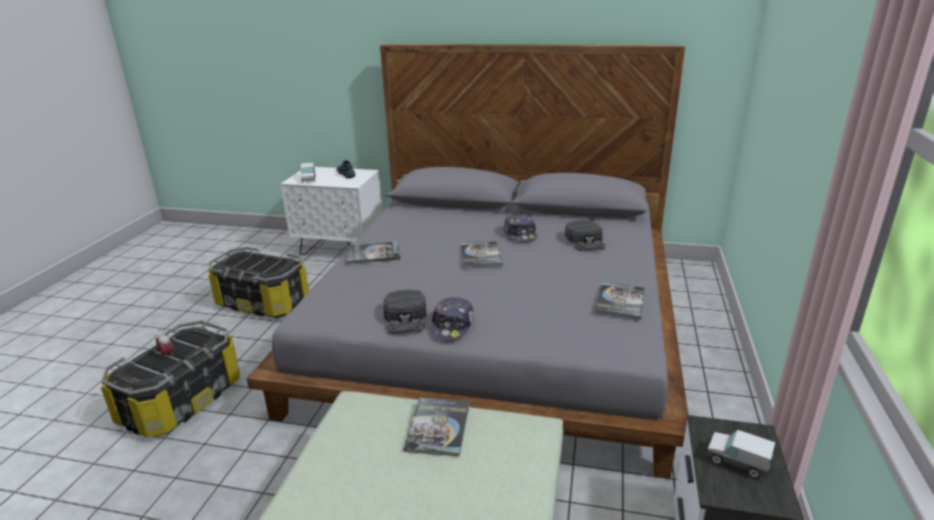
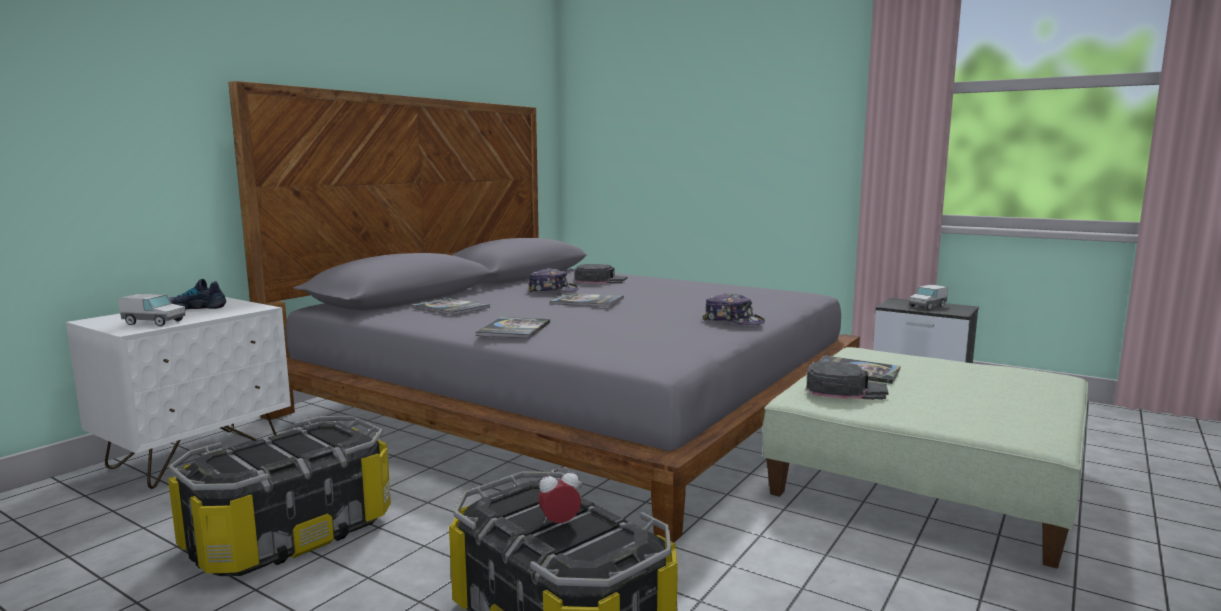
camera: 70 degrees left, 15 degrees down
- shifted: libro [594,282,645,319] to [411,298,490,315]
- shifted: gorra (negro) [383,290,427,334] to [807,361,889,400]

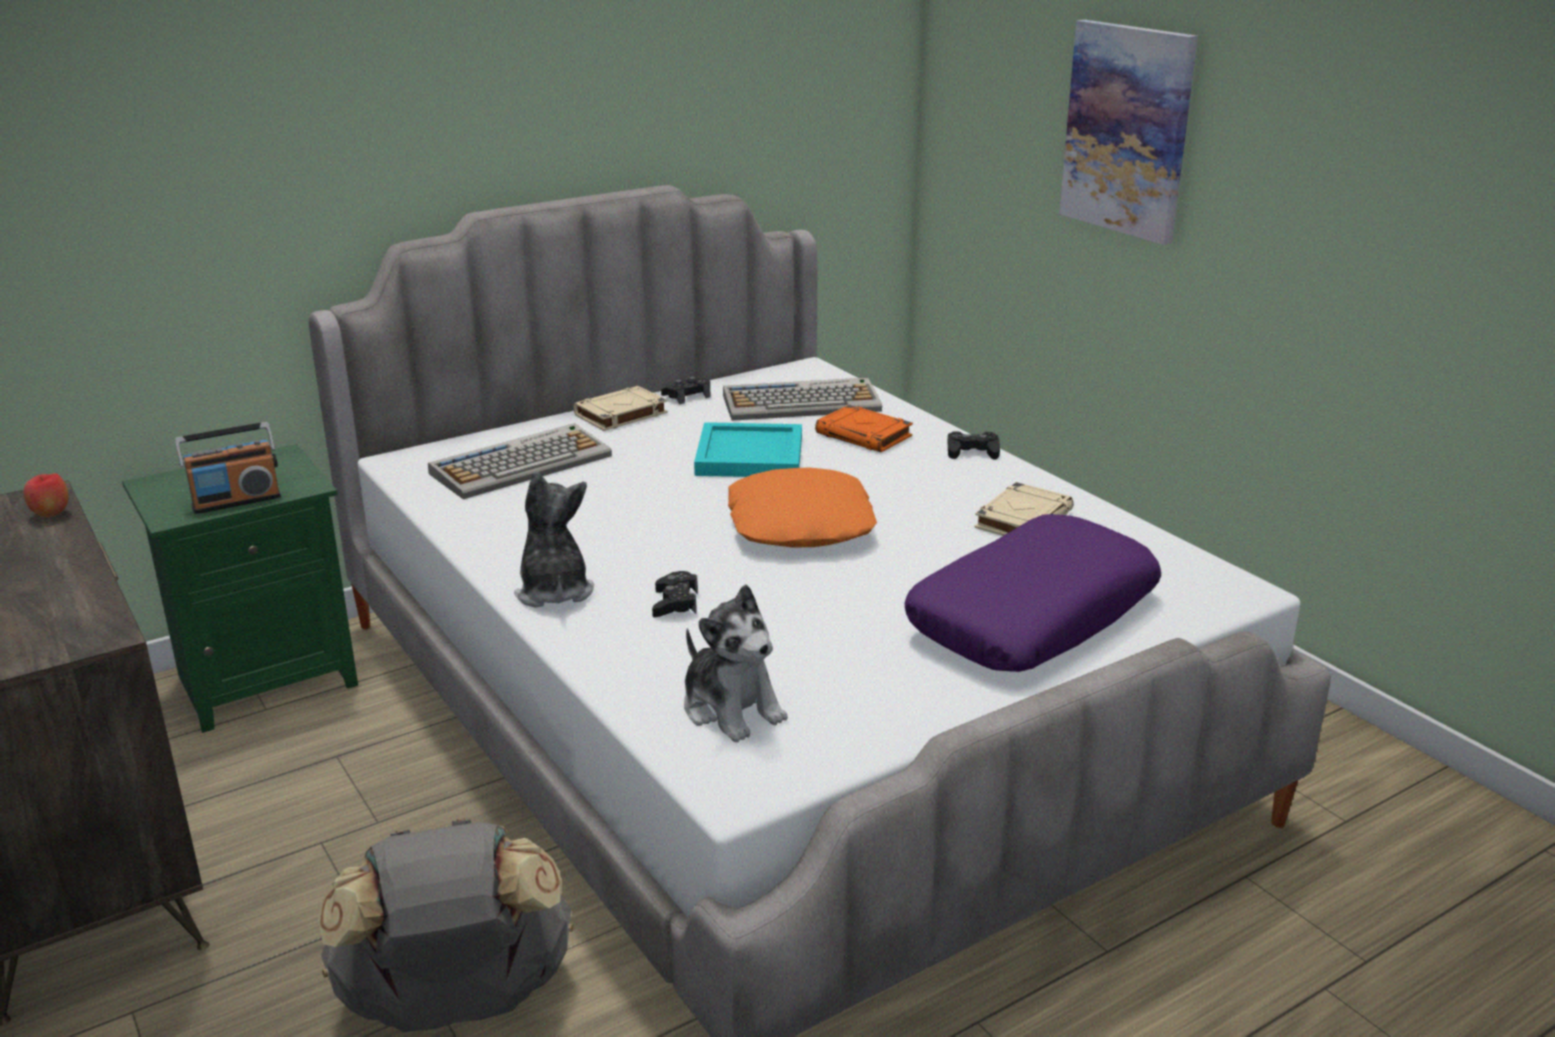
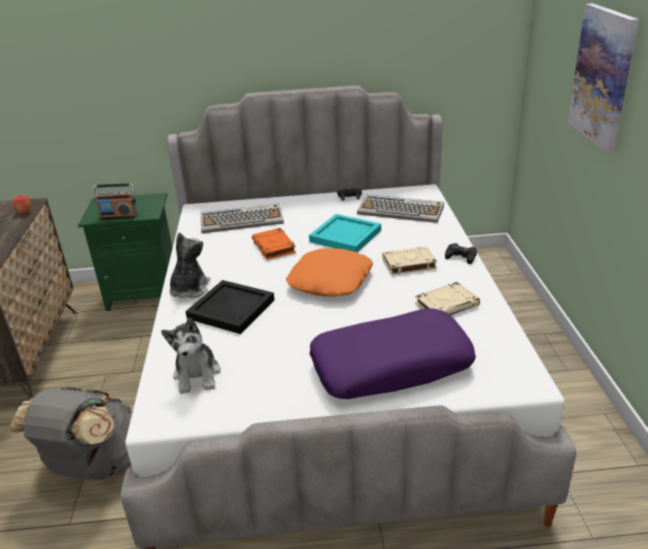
camera: 30 degrees right, 5 degrees up
- shifted: libro (beis) [573,386,668,431] to [382,246,437,275]
- shifted: libro (naranja) [815,405,913,452] to [252,228,296,260]
- swapped: mando de consola (negro) [652,571,698,617] to bandeja (negro) [185,280,274,334]

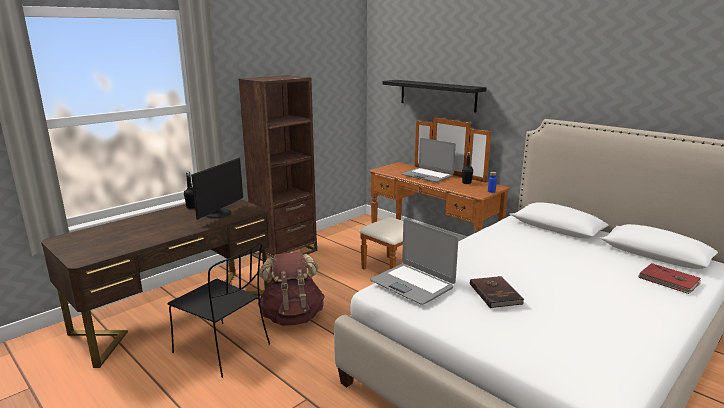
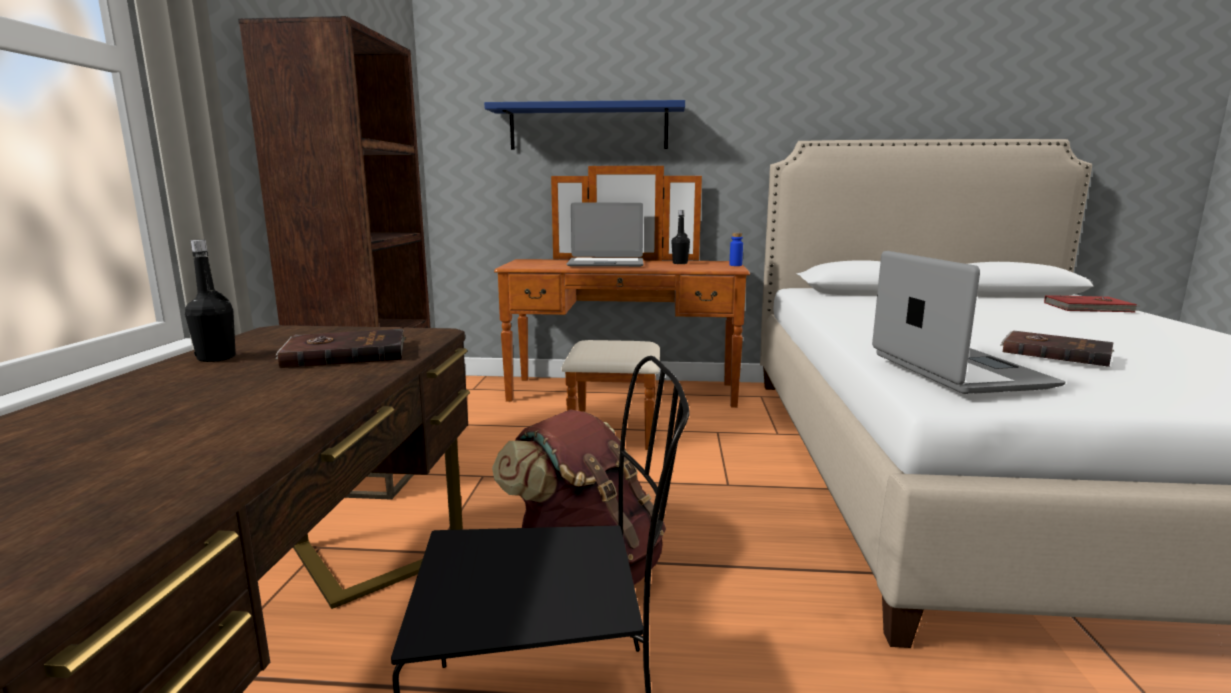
camera: 40 degrees left, 5 degrees down
- repainted: estante (negro) [382,80,487,112] to estante (azul) [484,100,685,150]
- swapped: monitor [191,158,243,220] to libro (marrón) [275,329,406,368]
- rotated: portátil [370,219,459,305] = [872,251,1065,394] 105 degrees counterclockwise

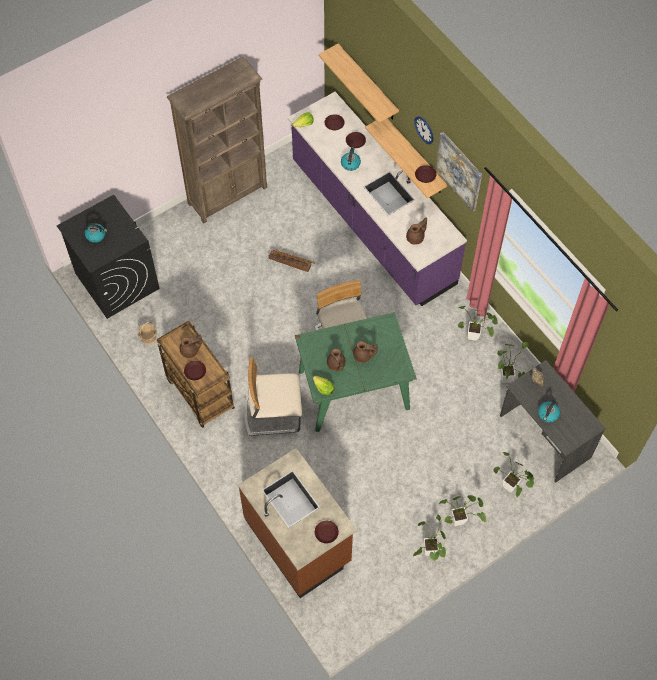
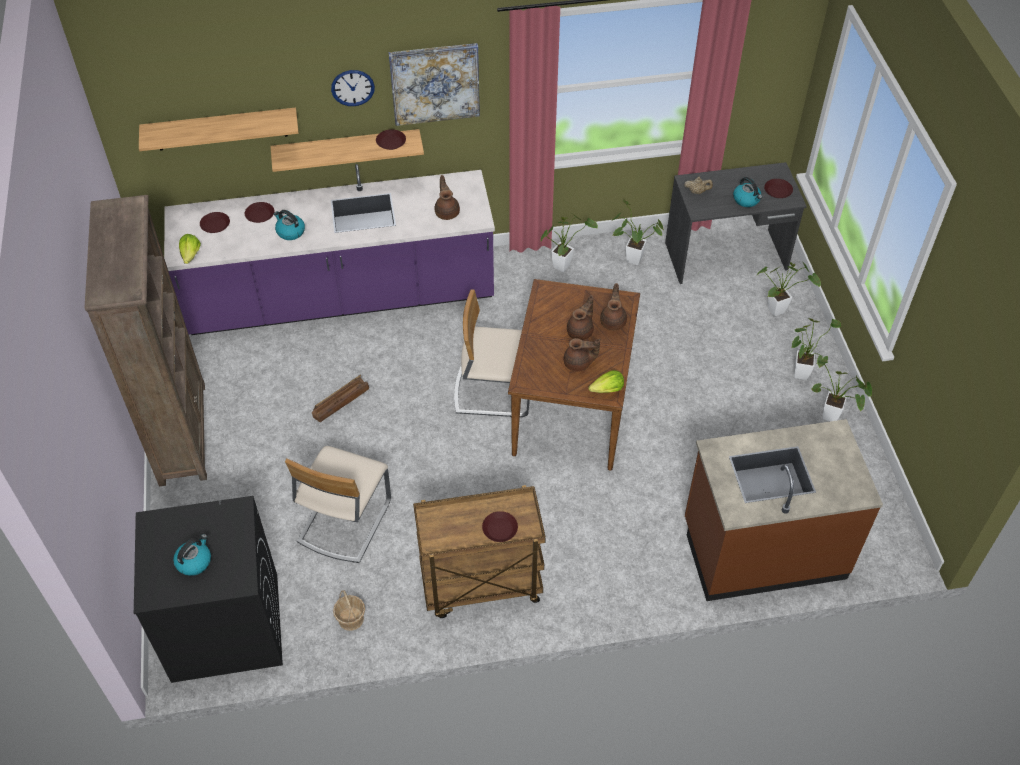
camera: 65 degrees left, 10 degrees down
- repainted: mesa de comedor (verde) [295,312,416,432] to mesa de comedor (marrón) [508,279,640,471]
- shifted: tetera (marrón) [180,334,202,358] to [600,283,627,330]
- shifted: silla (beis) [244,357,302,436] to [285,446,391,563]
- shifted: plato (marrón) [315,521,339,544] to [764,179,793,198]

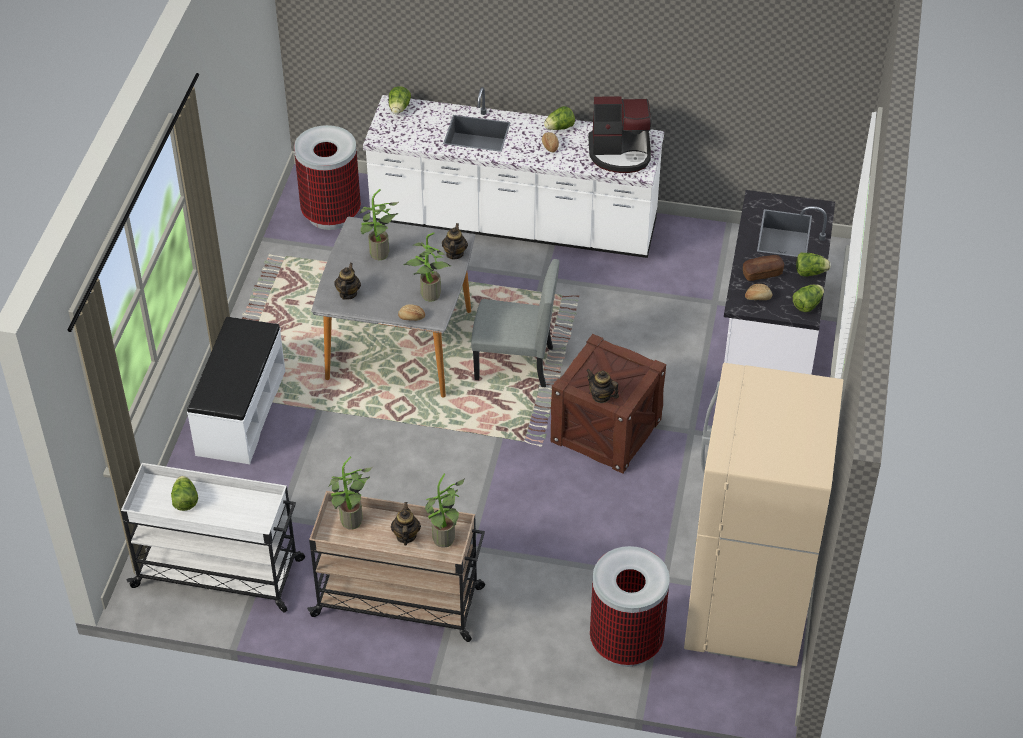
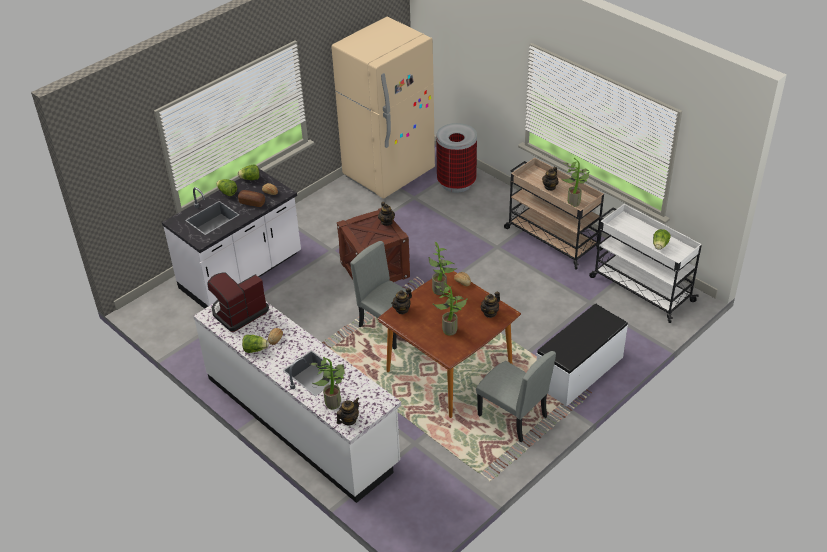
camera: 145 degrees left, 5 degrees down
- swapped: lechuga [388,86,411,114] to tetera [337,397,360,426]
- rotated: cafetera [588,96,651,173] = [207,272,269,332] 75 degrees counterclockwise
- gone: papelera [294,125,361,230]
- repainted: mesa de comedor (gris) [311,217,475,398] to mesa de comedor (marrón) [377,271,521,418]
- shifted: planta en maceta [425,474,465,548] to [311,357,344,409]
- new: silla (gris) [476,351,556,442]

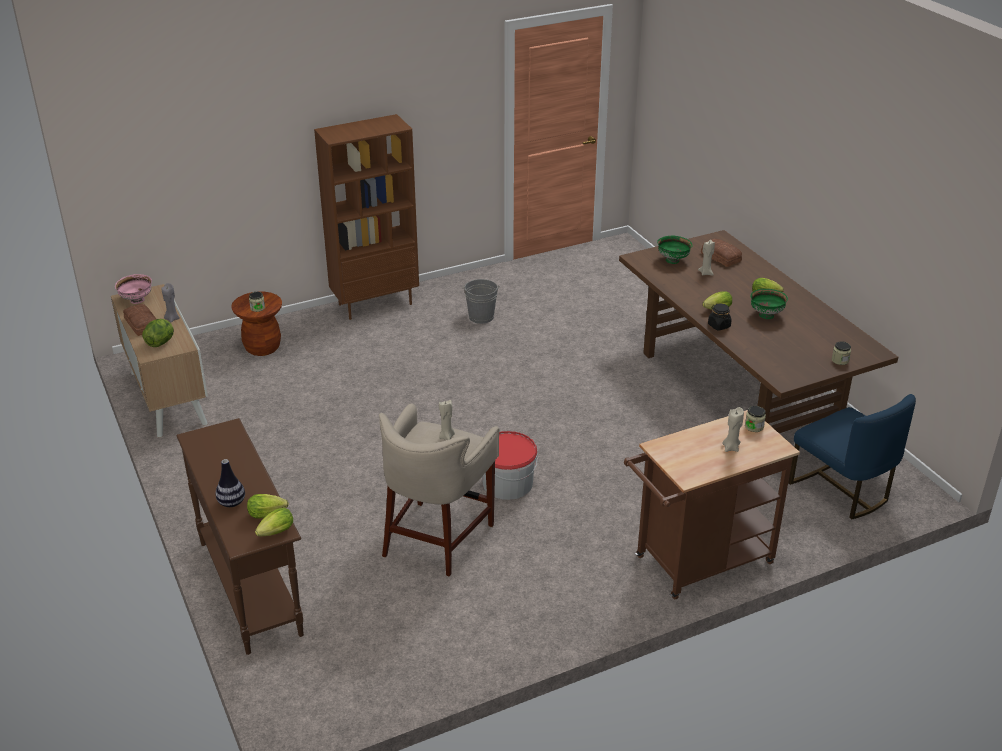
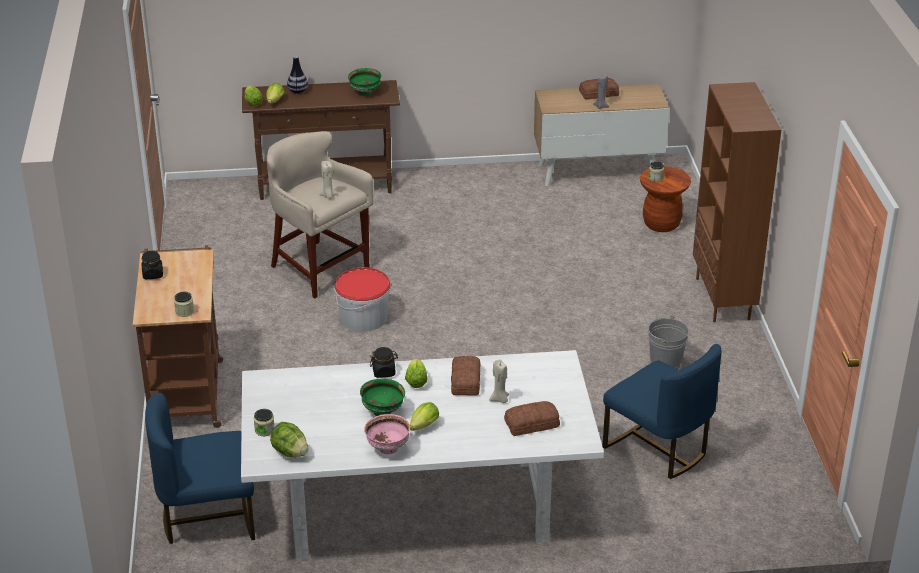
camera: 110 degrees right, 0 degrees up
- repainted: mesa de comedor (marrón) [619,230,899,433] to mesa de comedor (blanco) [241,350,604,560]
- shifted: cuenco (verde) [657,236,692,264] to [348,68,382,96]
- shifted: cuenco (rosa) [115,274,152,304] to [364,414,410,454]
- shifted: lechuga [142,319,174,347] to [270,422,308,458]
- gone: vela (beis) [722,407,744,452]
- new: tarro (negro) [142,251,163,279]
- new: silla (azul) [603,344,721,479]
- new: pan [451,356,480,396]

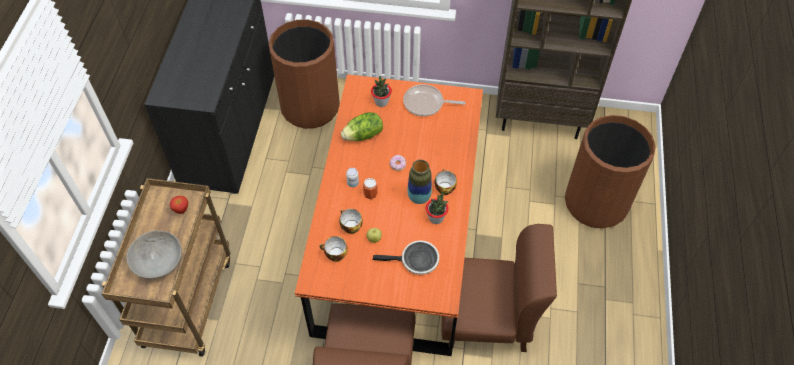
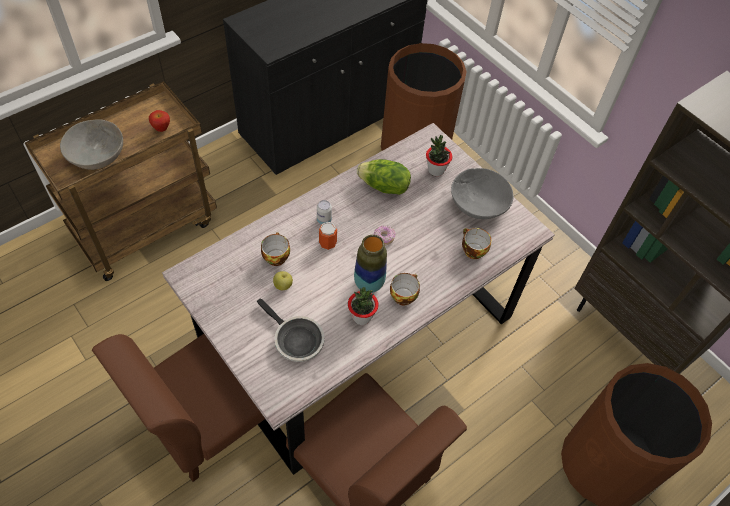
camera: 40 degrees right, 0 degrees up
- repainted: mesa de comedor (naranja) [295,74,483,356] to mesa de comedor (gris) [162,123,555,475]
- swapped: sartén [403,84,465,116] to cuenco (gris) [451,168,513,219]
- shifted: taza [320,236,347,262] to [462,228,491,259]

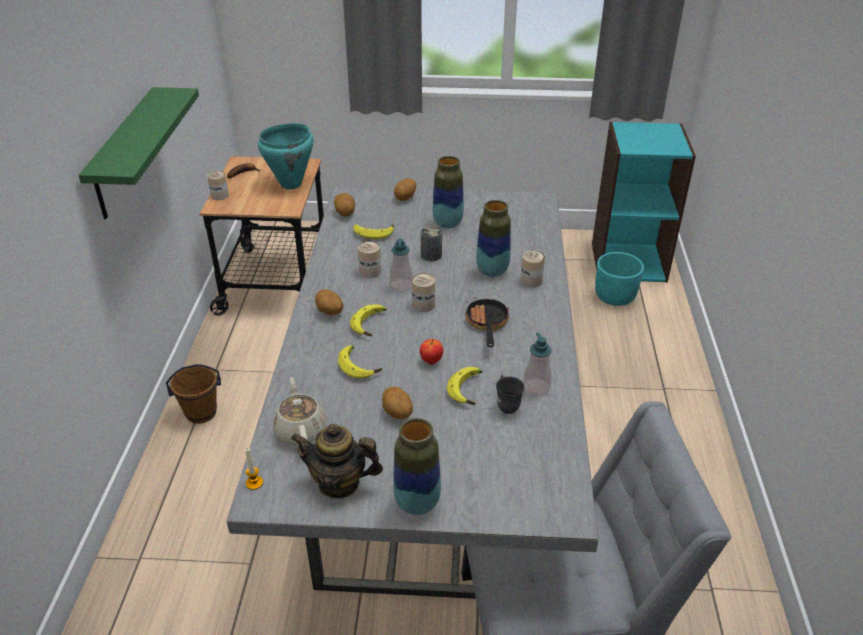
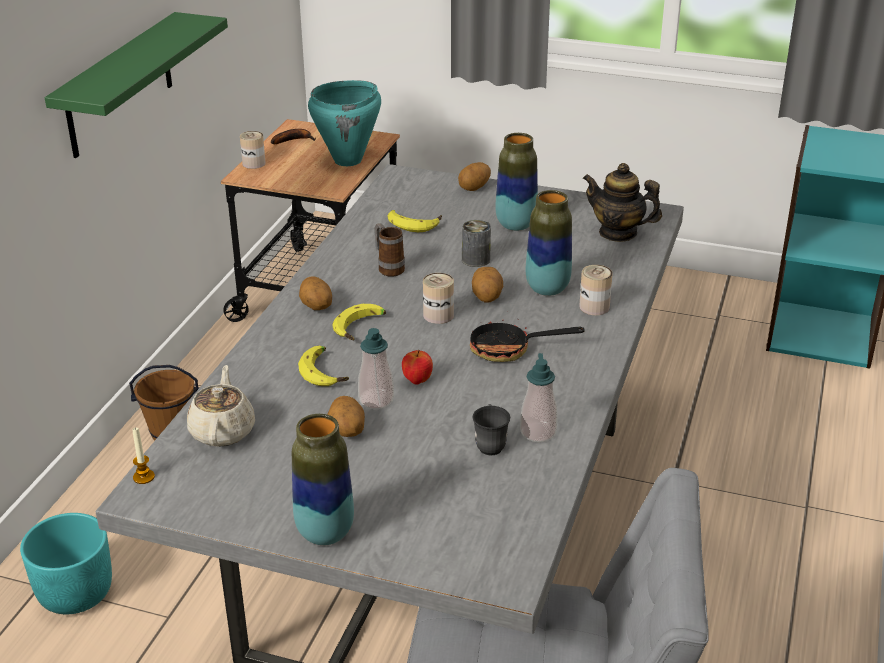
camera: 15 degrees right, 5 degrees down
- shifted: patata [334,193,355,217] to [472,267,503,302]
- shifted: dispensador de jabón [389,238,413,292] to [358,328,394,409]
- swapped: lata [358,241,381,278] to taza grande [375,223,405,277]
- shifted: maceta (turquesa) [595,252,644,306] to [20,513,112,614]
- rotated: sartén [465,297,509,347] = [470,319,585,362] 105 degrees counterclockwise
- gone: plátano [447,367,482,405]
- shifted: tetera [291,424,383,499] to [582,163,662,242]

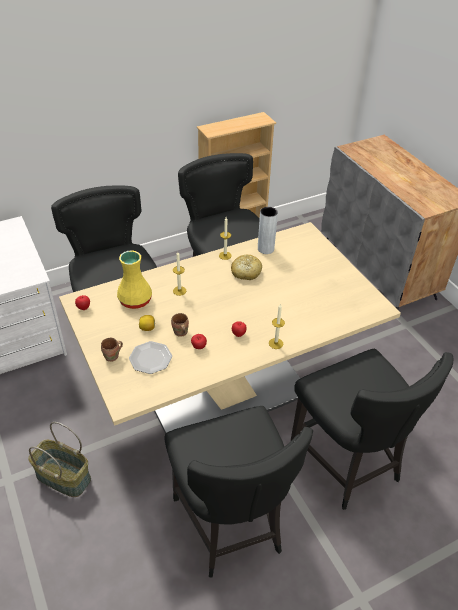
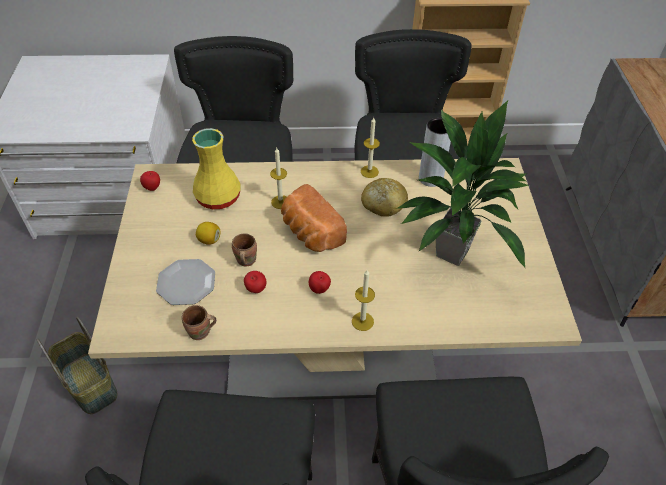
camera: 25 degrees right, 5 degrees up
- shifted: taza grande (marrón) [101,338,123,362] to [182,305,216,340]
- new: planta en maceta [398,100,530,267]
- new: pan [281,184,347,252]

